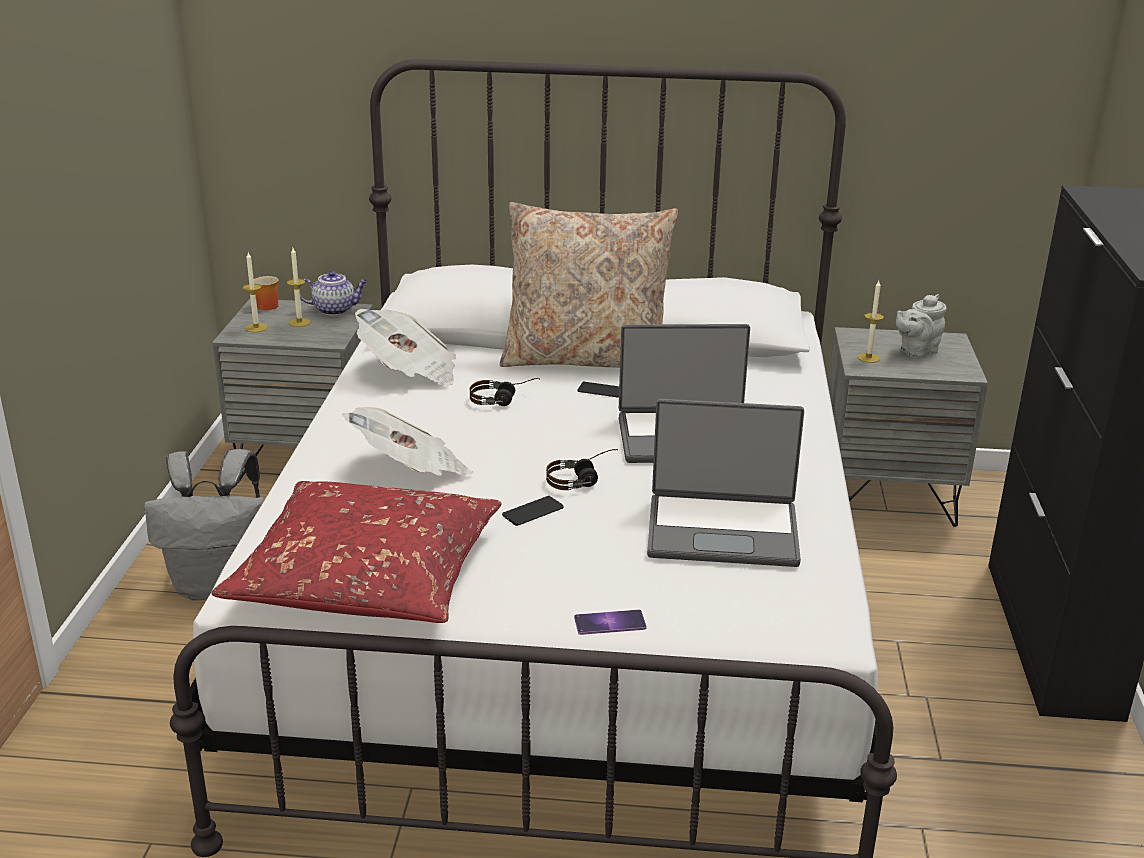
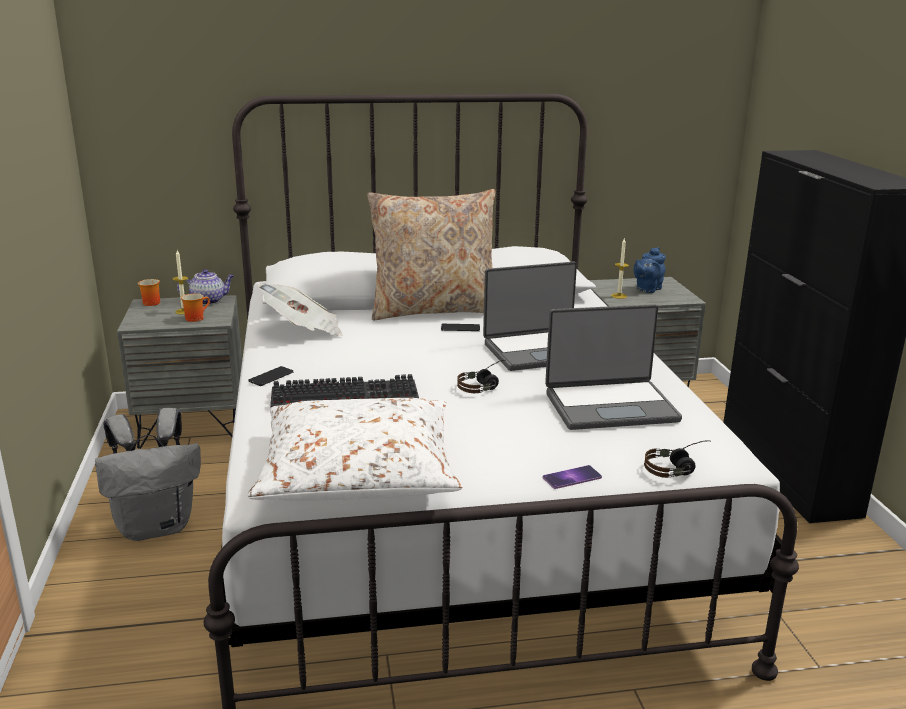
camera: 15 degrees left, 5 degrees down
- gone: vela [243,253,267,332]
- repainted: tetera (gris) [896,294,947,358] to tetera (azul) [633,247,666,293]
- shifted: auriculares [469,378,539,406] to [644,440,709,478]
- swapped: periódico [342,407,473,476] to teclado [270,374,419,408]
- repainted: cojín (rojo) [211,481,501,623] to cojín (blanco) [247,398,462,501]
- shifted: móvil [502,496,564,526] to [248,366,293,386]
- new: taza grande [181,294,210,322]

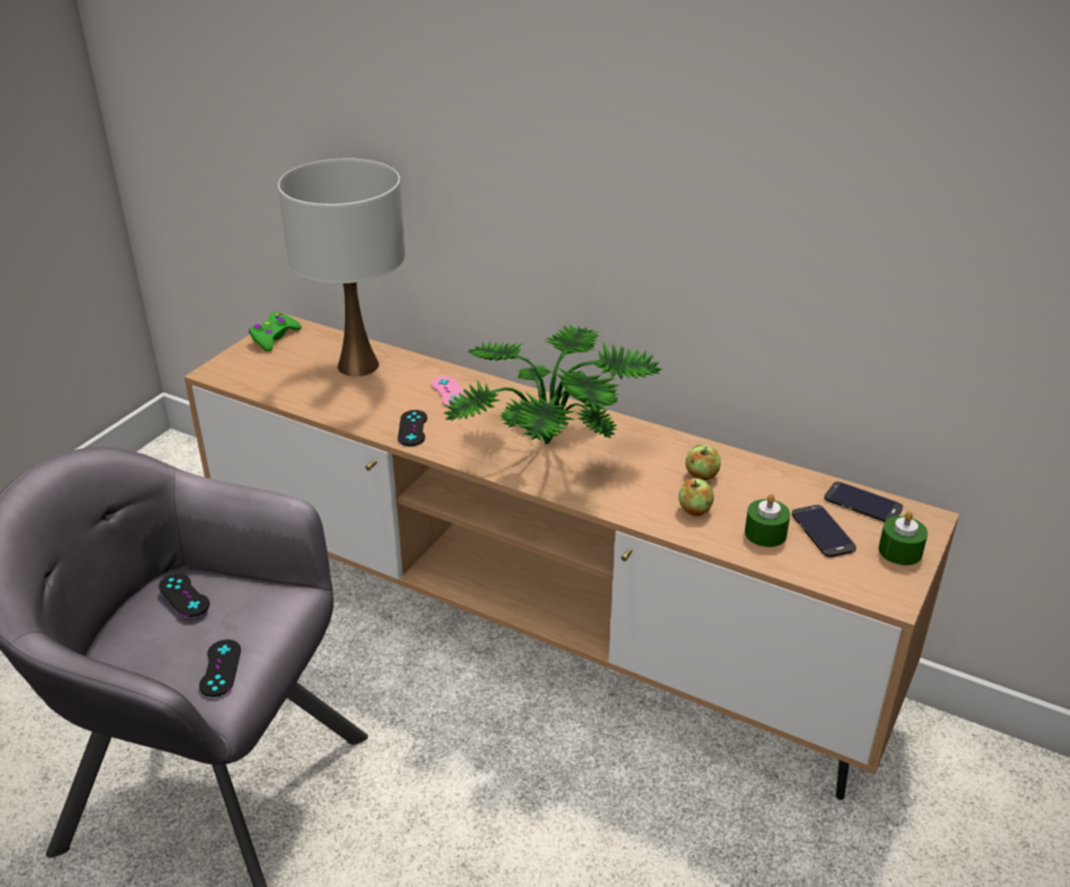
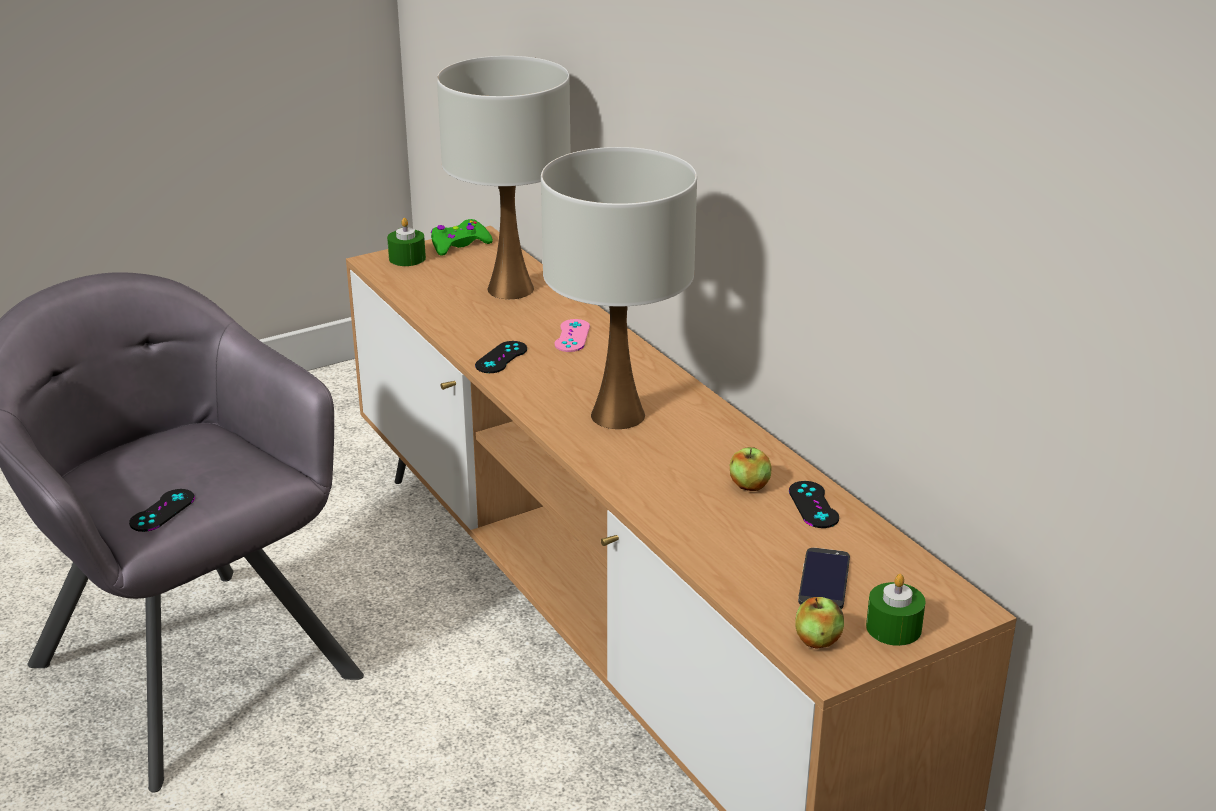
camera: 30 degrees right, 5 degrees down
- swapped: planta en maceta [444,324,662,444] to lámpara de mesa (blanco) [541,147,697,429]
- shifted: manzana [678,478,714,516] to [795,597,844,649]
- gone: móvil [824,482,903,522]
- shifted: vela (verde) [745,493,790,547] to [387,218,426,266]
- shifted: mando de consola (negro) [159,574,210,617] to [789,481,839,528]

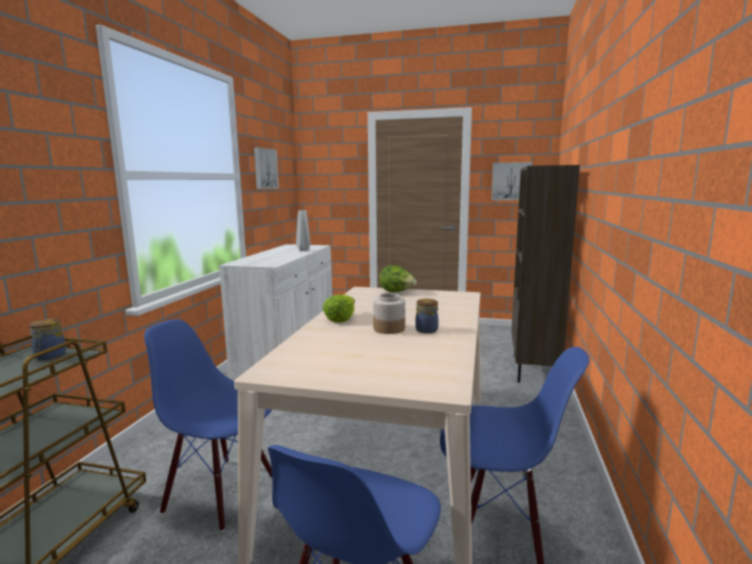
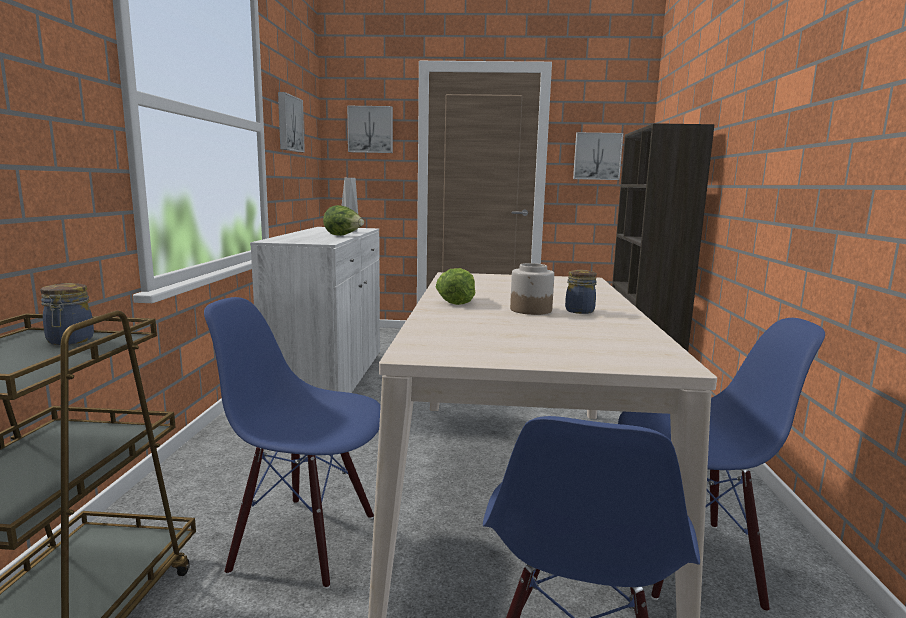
camera: 10 degrees left, 0 degrees up
- shifted: lechuga [379,266,417,292] to [323,205,364,236]
- new: cuadro [347,106,393,153]

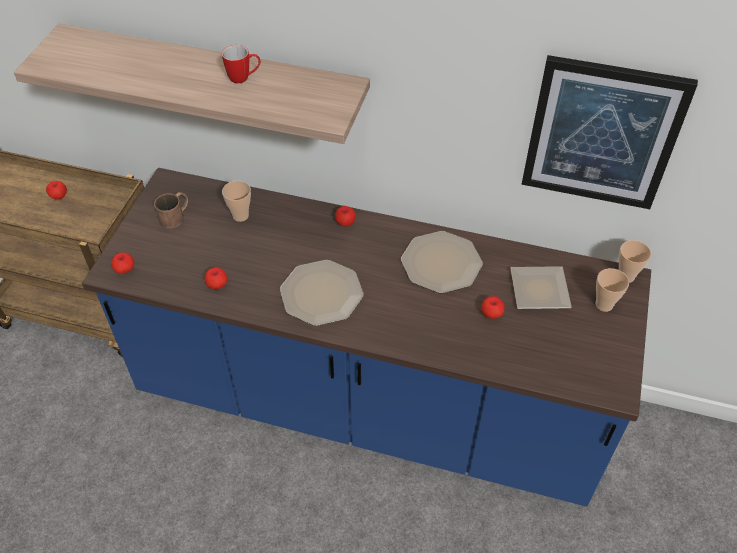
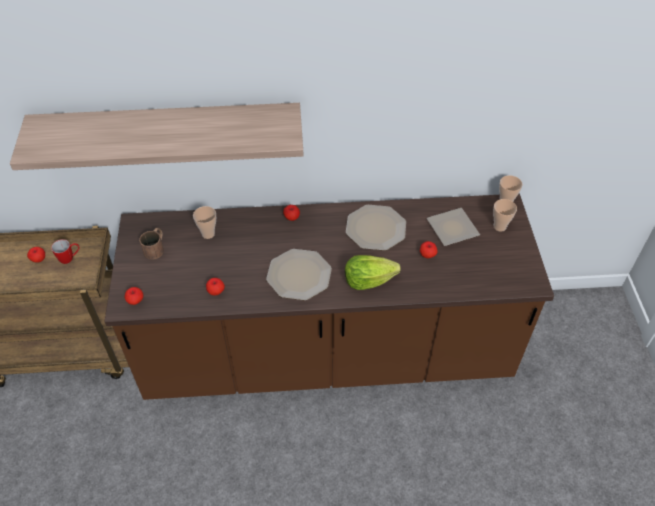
camera: 20 degrees left, 0 degrees up
- shifted: taza grande [222,45,261,83] to [51,239,80,264]
- gone: cuadro [522,55,698,209]
- repainted: mueble bajo de cocina (azul) [82,168,651,507] to mueble bajo de cocina (marrón) [104,194,554,400]
- new: lechuga [345,255,401,290]

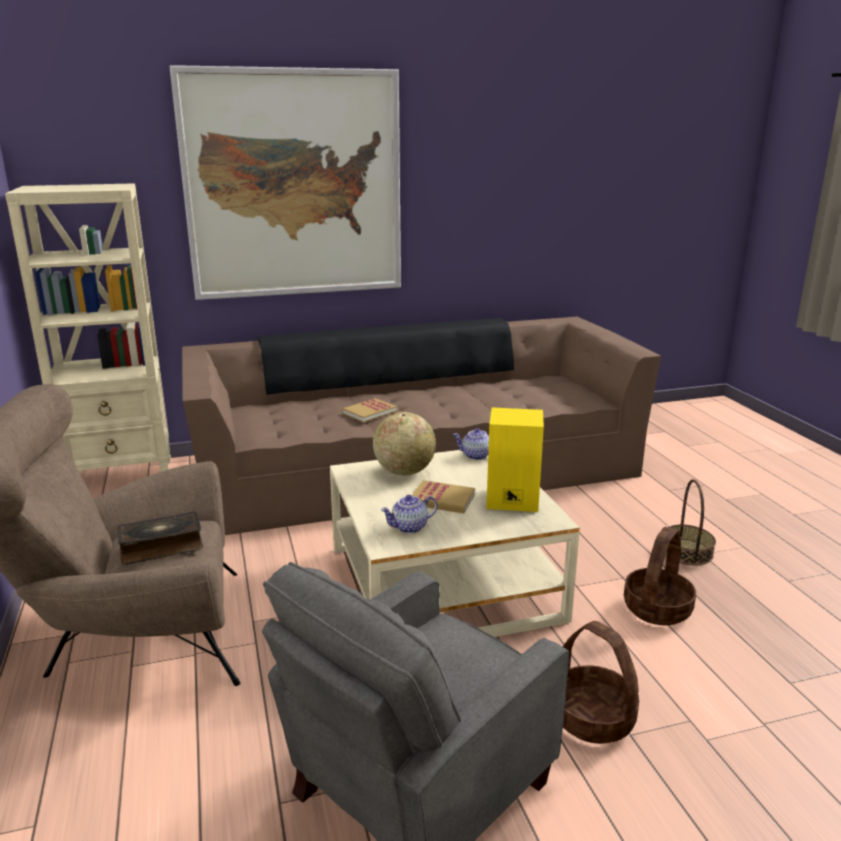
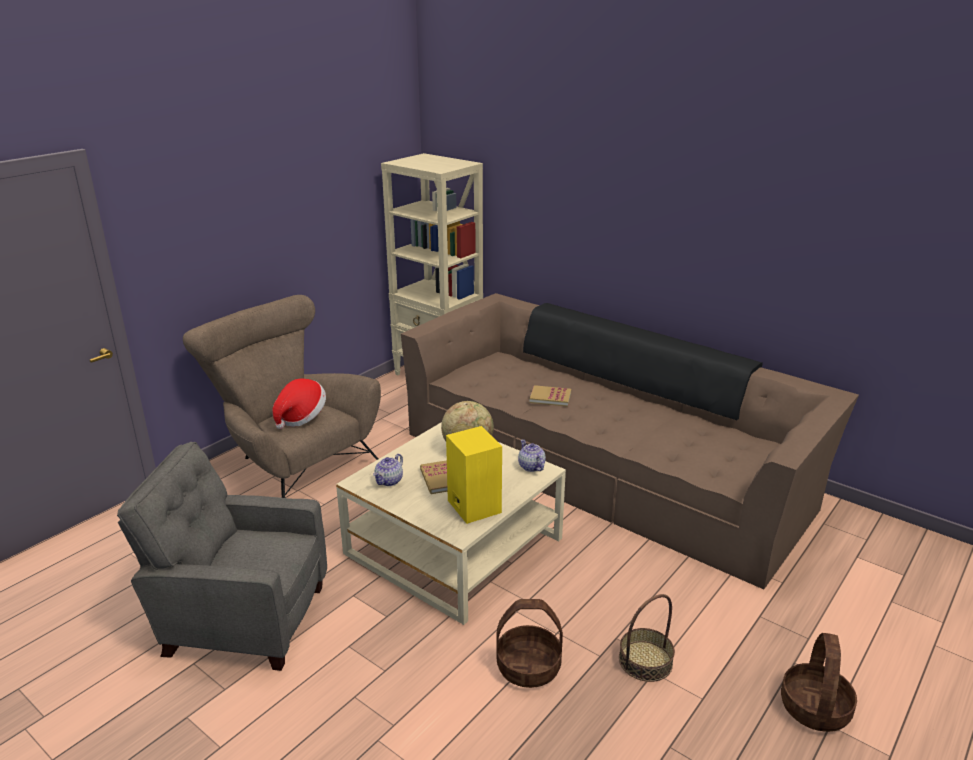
camera: 55 degrees right, 5 degrees up
- gone: cuadro [170,65,401,300]
- rotated: tetera [381,495,437,533] = [373,454,403,486] 90 degrees counterclockwise
- swapped: libro [118,511,203,565] to sombrero [272,379,326,429]
- shifted: cesta [563,621,639,744] to [781,633,857,732]

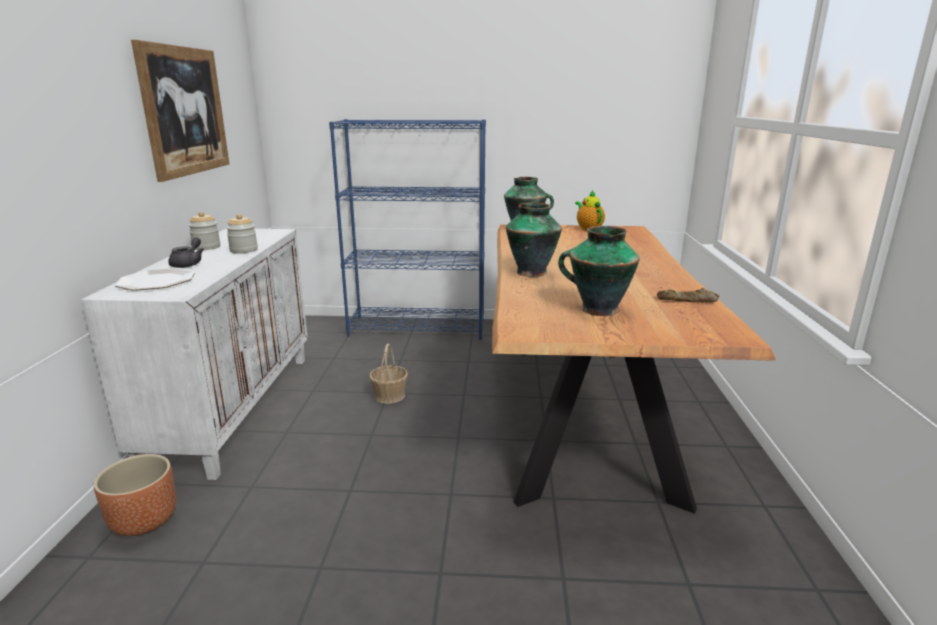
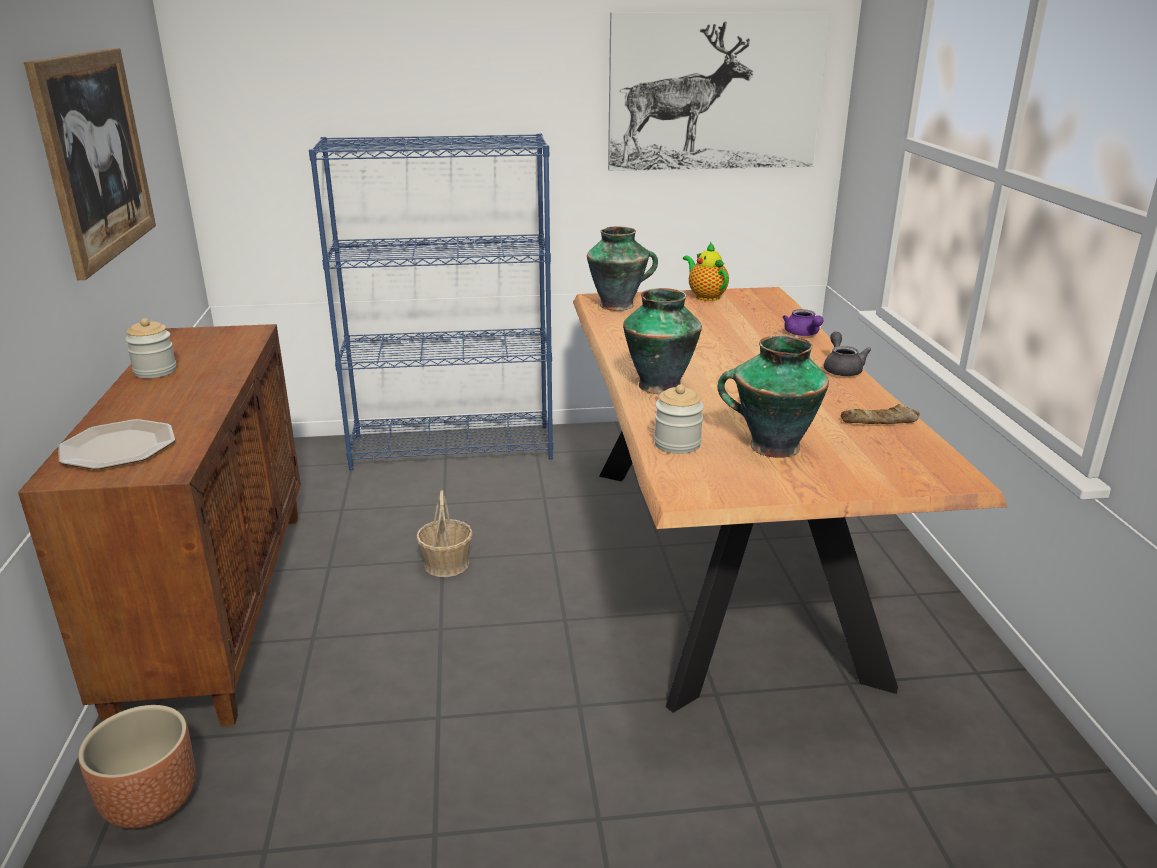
camera: 10 degrees left, 5 degrees up
- shifted: tarro [226,214,258,253] to [654,385,704,454]
- repainted: armario (blanco) [81,229,308,480] to armario (marrón) [18,324,301,727]
- shifted: tetera (gris) [168,237,204,268] to [824,332,871,376]
- new: cuadro [608,12,830,171]
- new: tetera (morado) [782,309,824,336]

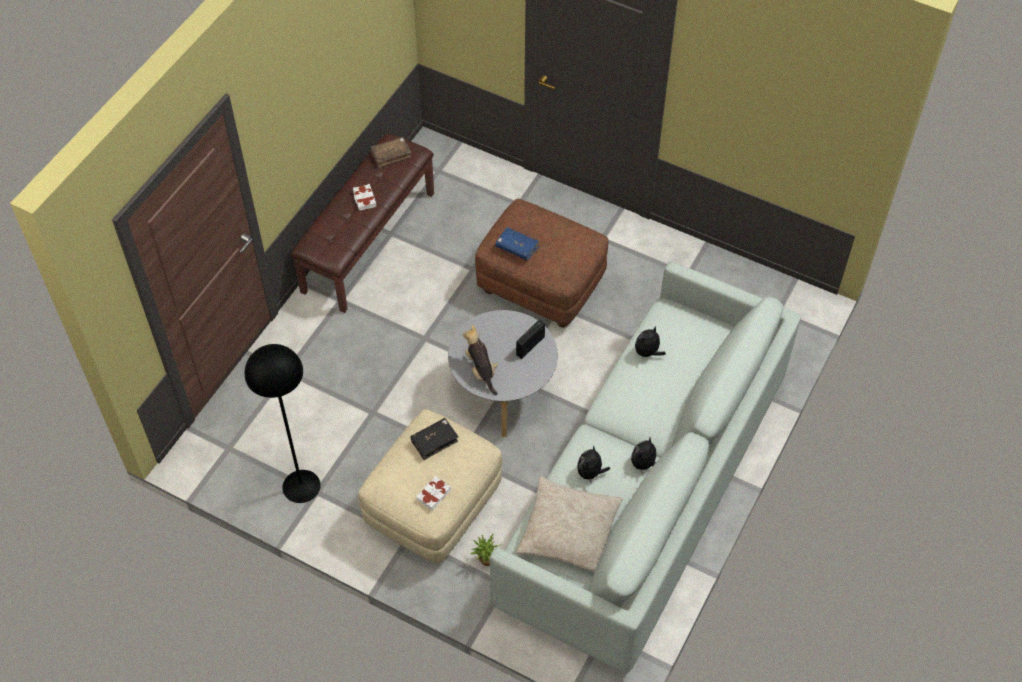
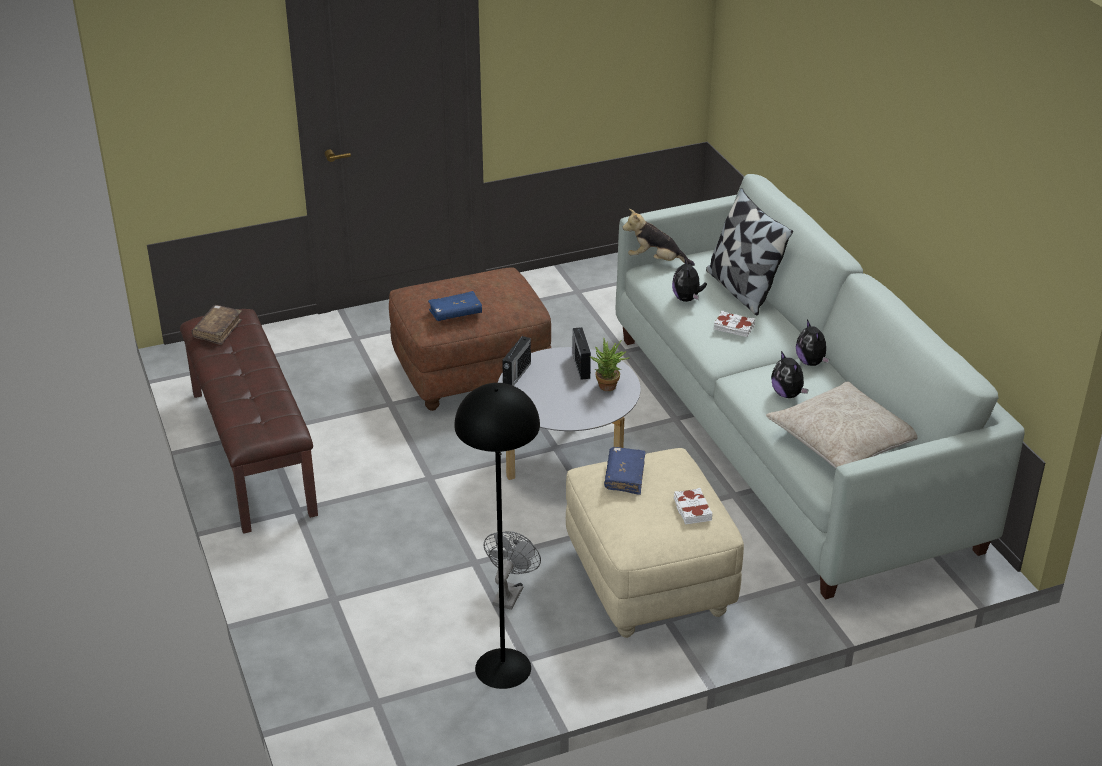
camera: 50 degrees left, 20 degrees down
- shifted: libro (blanco) [353,184,376,211] to [714,311,755,337]
- shifted: peluche [463,325,498,395] to [622,209,695,266]
- repainted: libro (negro) [411,418,458,460] to libro (azul) [604,447,646,495]
- shifted: planta en maceta [470,534,502,566] to [590,338,629,391]
- new: cojín [706,188,793,315]
- new: radio [502,333,531,386]
- new: ventilador (gris) [484,531,541,610]

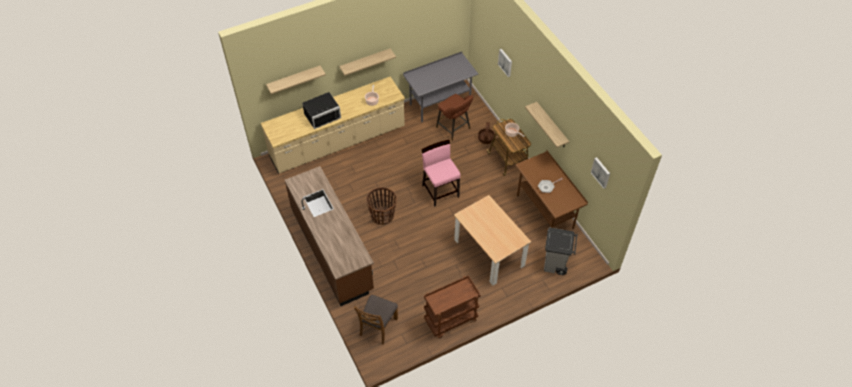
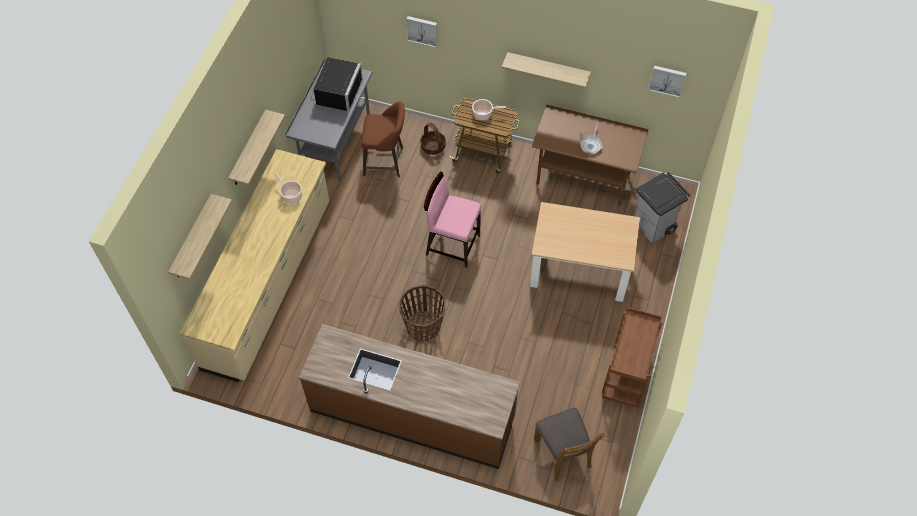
camera: 45 degrees left, 5 degrees up
- shifted: microondas (negro) [302,92,341,129] to [311,57,363,112]

